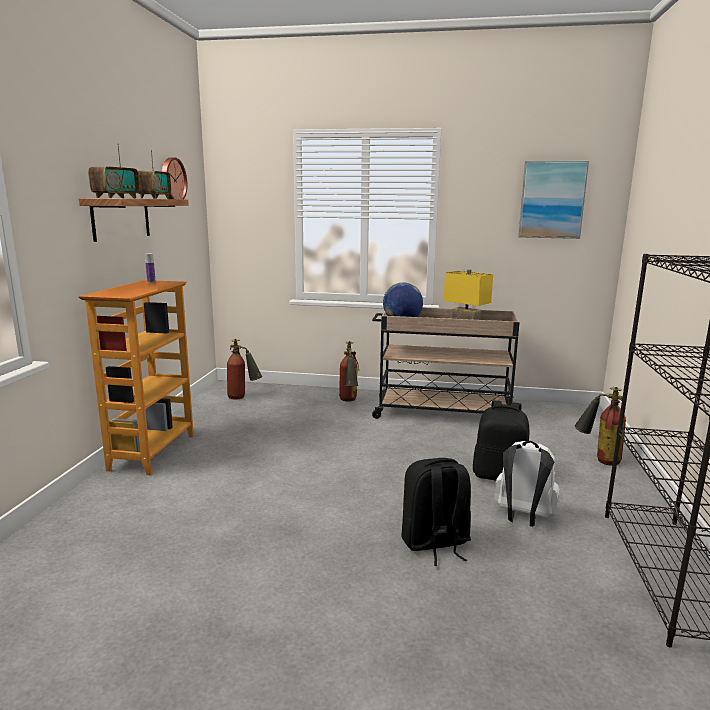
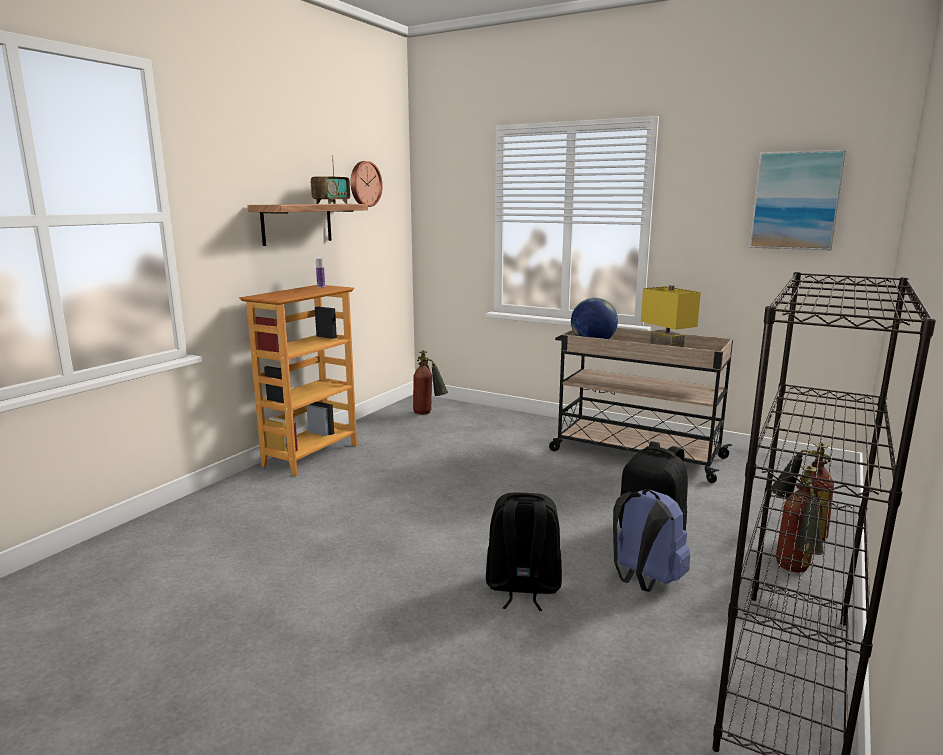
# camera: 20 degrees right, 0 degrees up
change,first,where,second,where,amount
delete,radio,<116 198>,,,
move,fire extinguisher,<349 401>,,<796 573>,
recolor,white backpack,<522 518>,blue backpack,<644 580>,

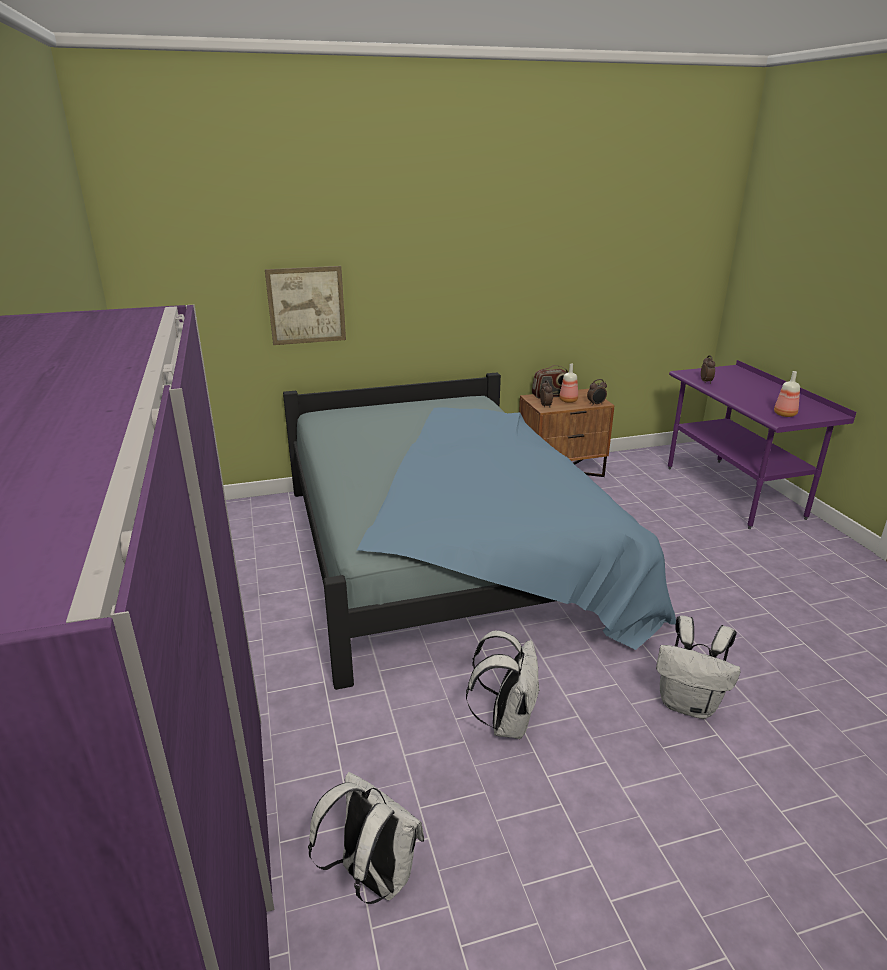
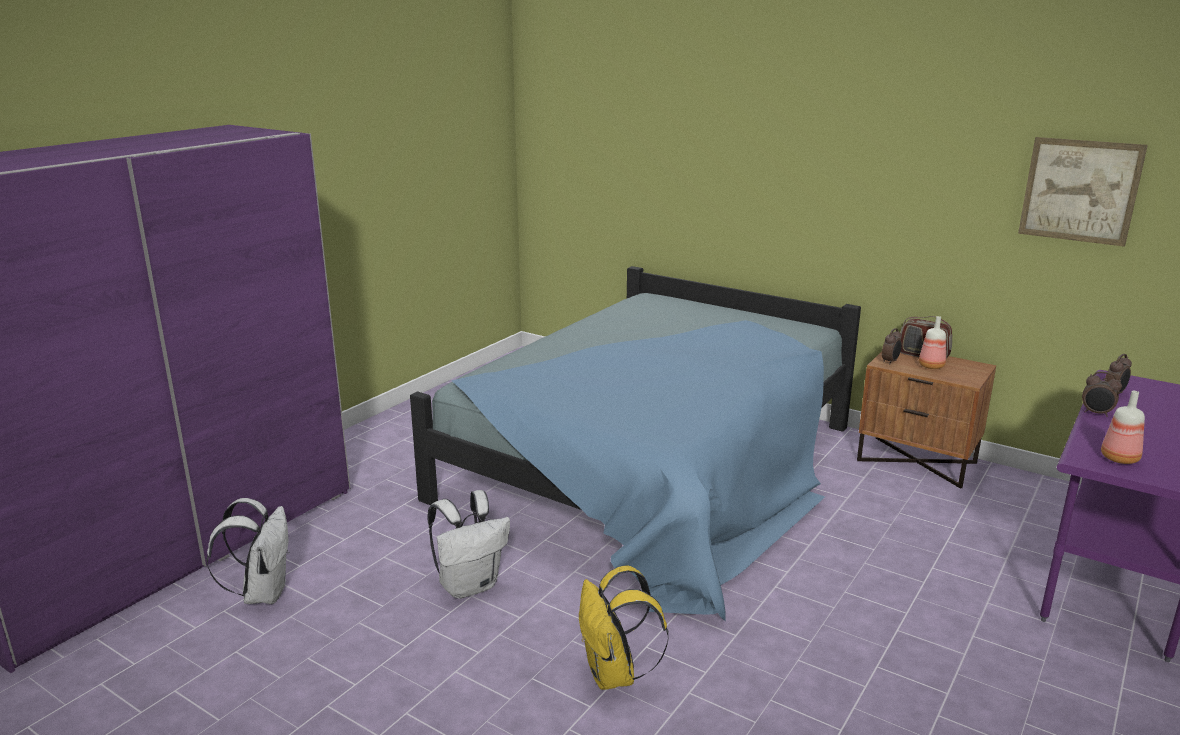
# camera: 50 degrees right, 5 degrees down
change,first,where,second,where,amount
move,picture,<306 305>,,<1080 191>,
move,alarm clock,<596 404>,,<1096 413>,
recolor,white backpack,<689 704>,yellow backpack,<614 675>,

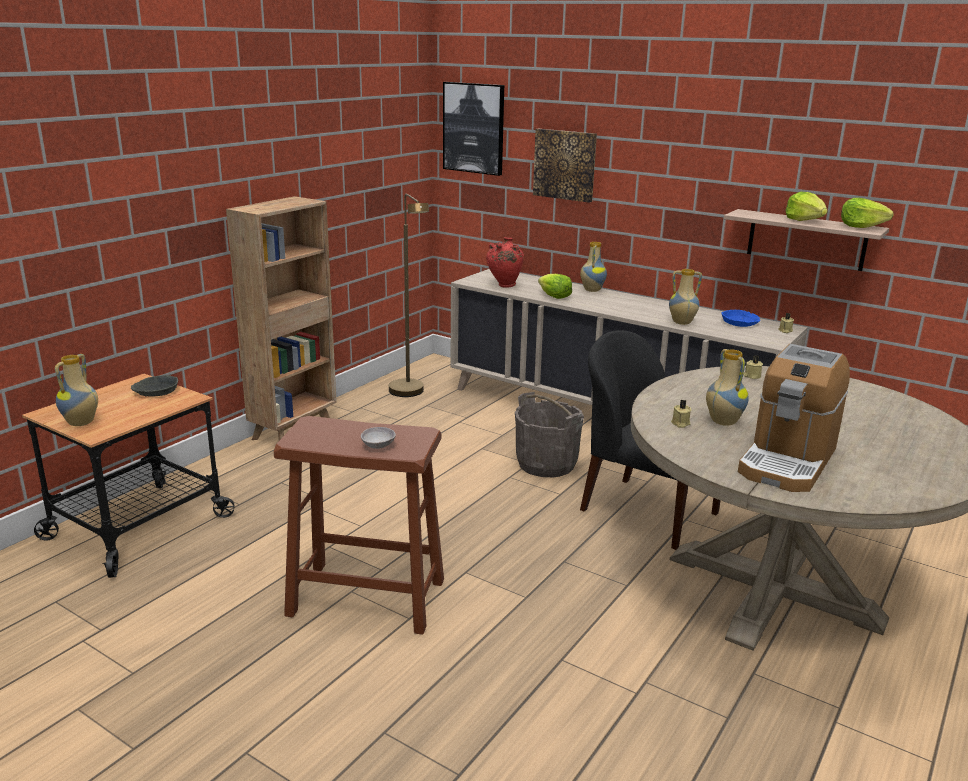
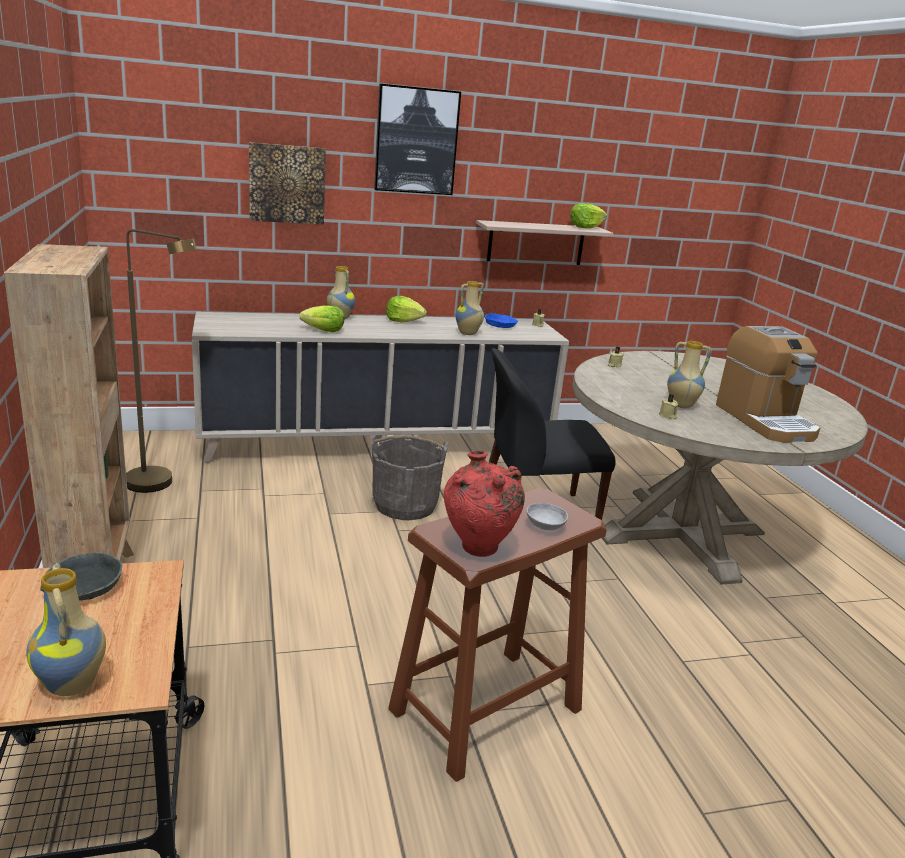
# camera: 50 degrees left, 0 degrees up
change,first,where,second,where,amount
move,picture,<474 128>,,<416 141>,
move,red vase,<504 286>,,<478 551>,
move,lettuce,<804 220>,,<404 321>,

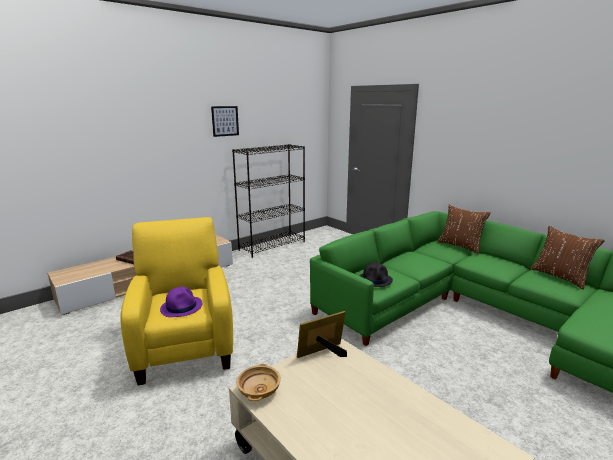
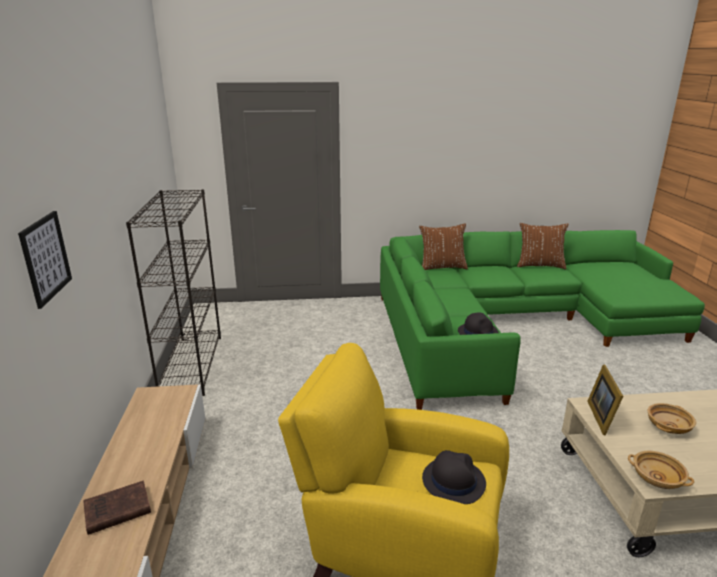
# camera: 55 degrees left, 5 degrees up
change,first,where,second,where,amount
insert,,,beige bowl,<668 426>,
move,picture,<225 121>,,<46 258>,
recolor,purple hat,<181 307>,black hat,<453 480>,

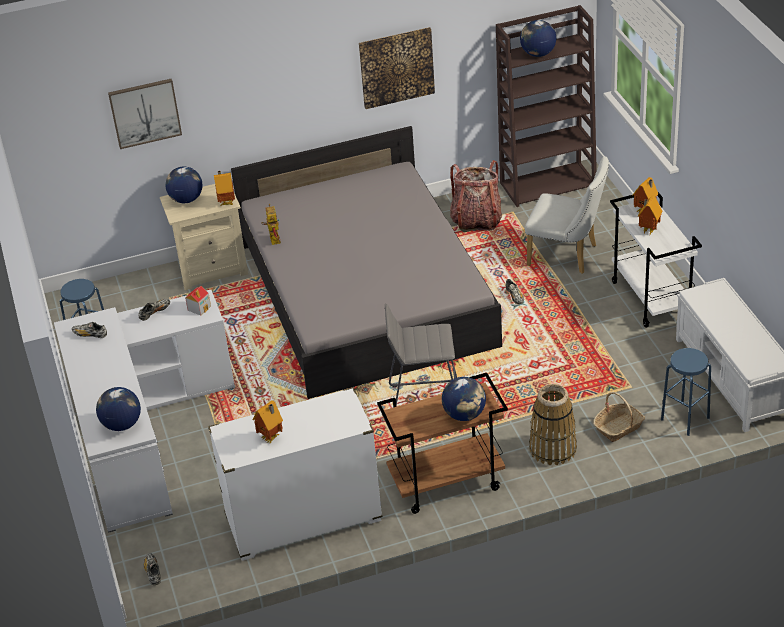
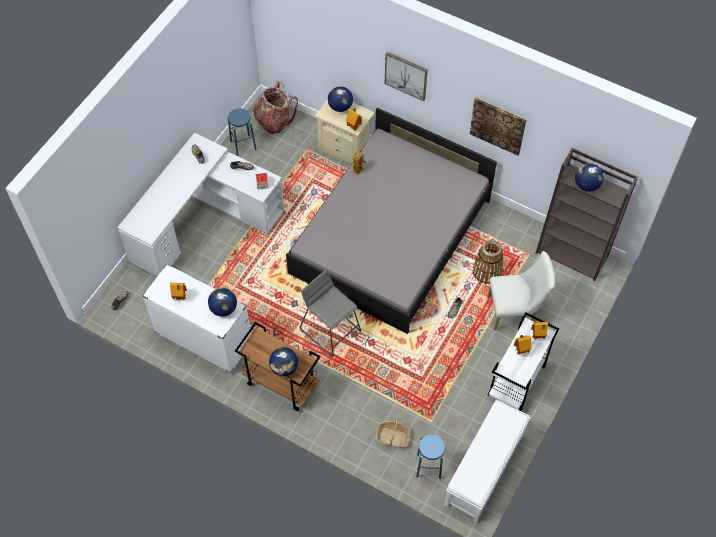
# camera: 45 degrees right, 20 degrees up
change,first,where,second,where,amount
move,globe,<121 424>,,<223 308>,
move,picture,<145 113>,,<406 75>,
move,backpack,<476 220>,,<274 121>,
move,basket,<553 449>,,<487 272>,
rotate,white chair,<567 256>,,<515 311>,75 degrees counterclockwise

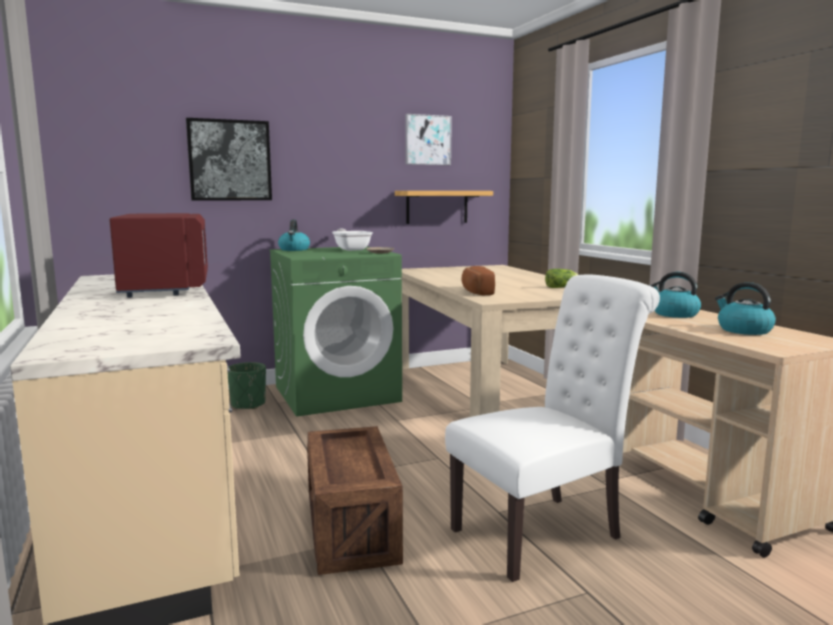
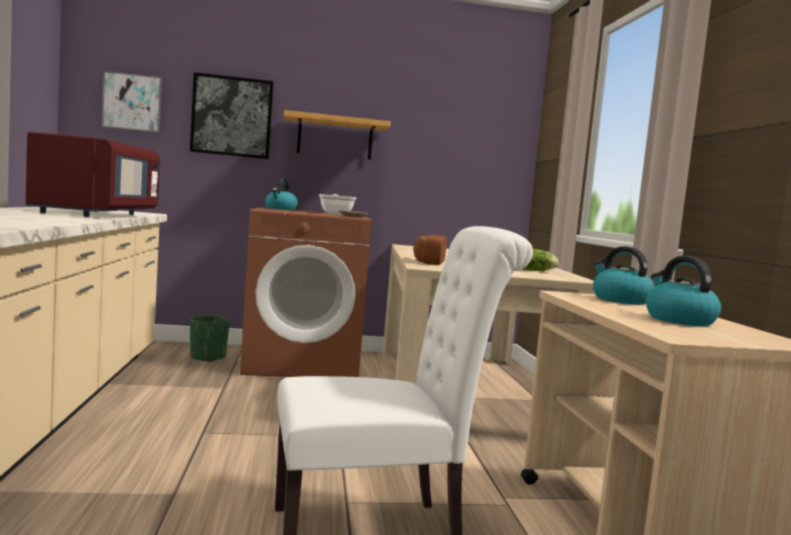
# camera: 15 degrees right, 5 degrees down
change,first,where,second,where,amount
delete,crate,<351 528>,,,
move,shelf,<437 207>,,<335 138>,
move,picture,<427 140>,,<132 102>,
recolor,green washing machine,<337 393>,brown washing machine,<302 363>,

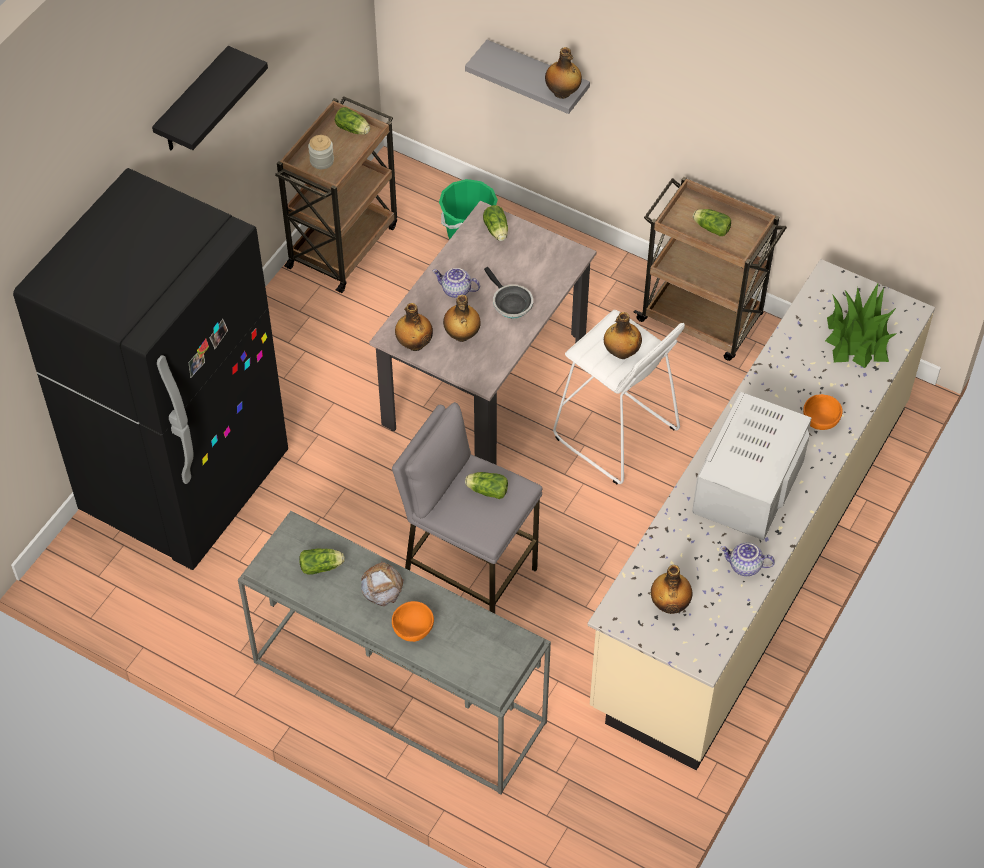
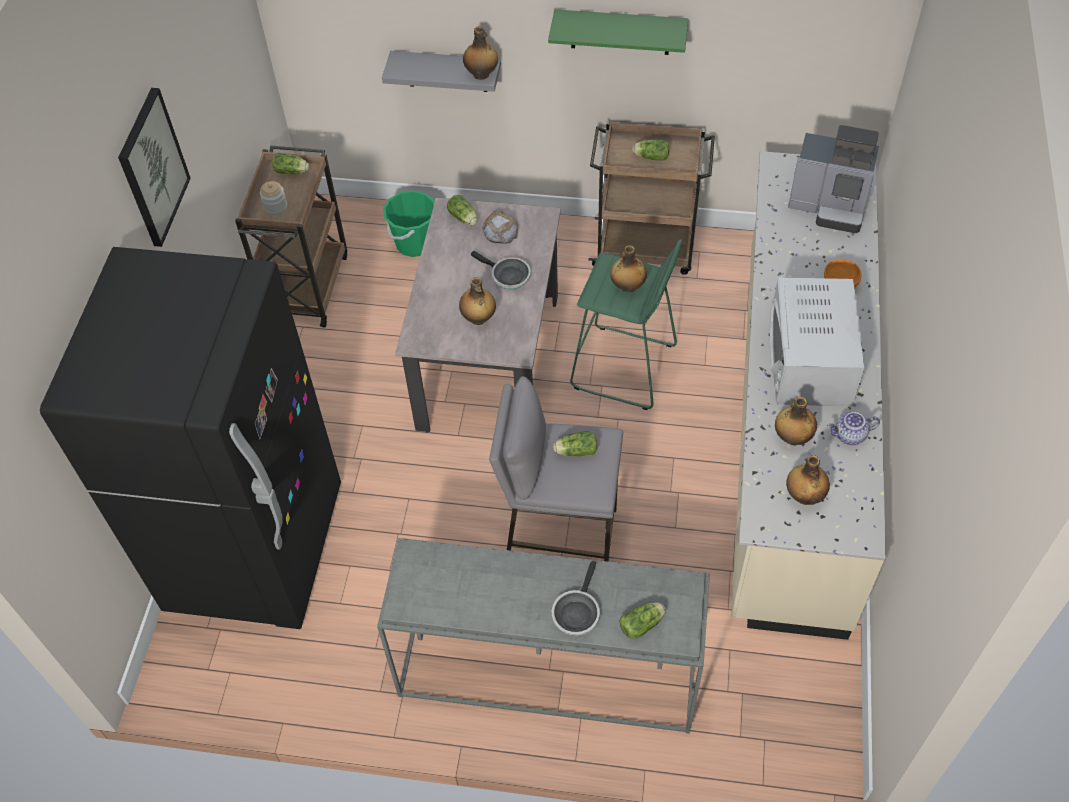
# camera: 20 degrees left, 0 degrees up
change,first,where,second,where,amount
delete,teapot,<456 290>,,,
insert,,,green shelf,<620 32>,
move,lettuce,<322 566>,,<643 624>,
move,bread,<381 586>,,<500 230>,
move,bottle,<414 344>,,<792 437>,
replace,black shelf,<193 103>,picture,<152 168>,
replace,orange bowl,<412 630>,frying pan,<576 612>,
replace,potted plant,<858 339>,coffee machine,<830 206>,
recolor,white stool,<615 434>,green stool,<623 367>,

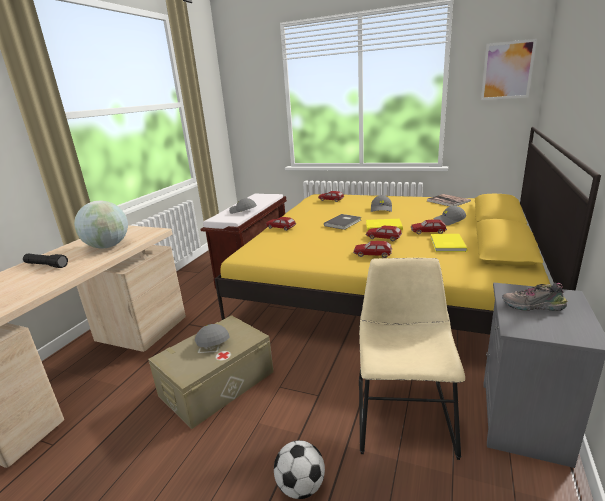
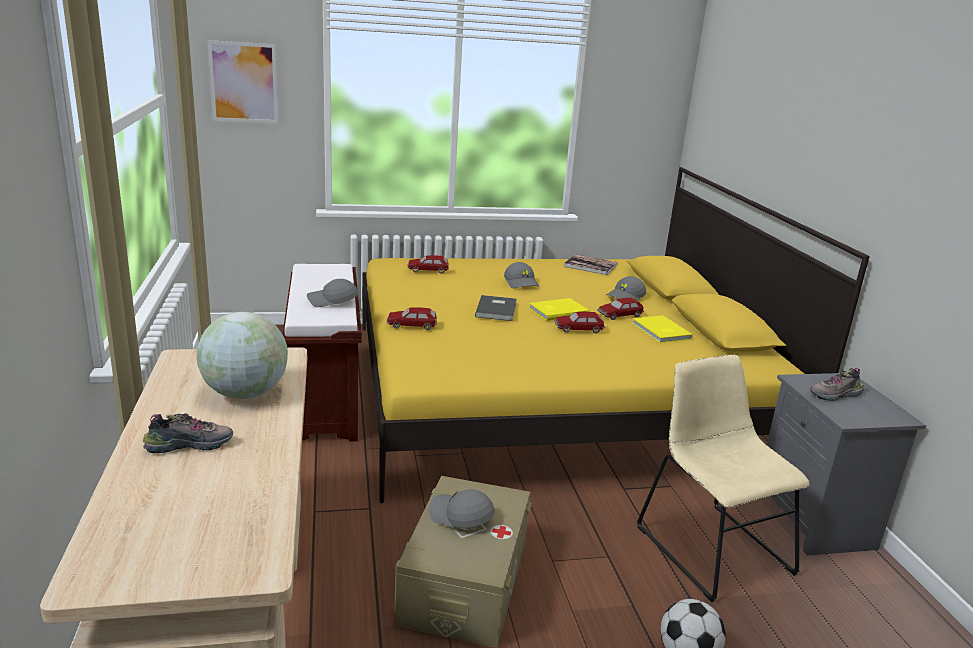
# camera: 35 degrees left, 0 degrees up
change,first,where,second,where,amount
delete,toy car,<372 254>,,,
move,picture,<507 70>,,<244 82>,
replace,black flashlight,<46 265>,shoe,<190 445>,

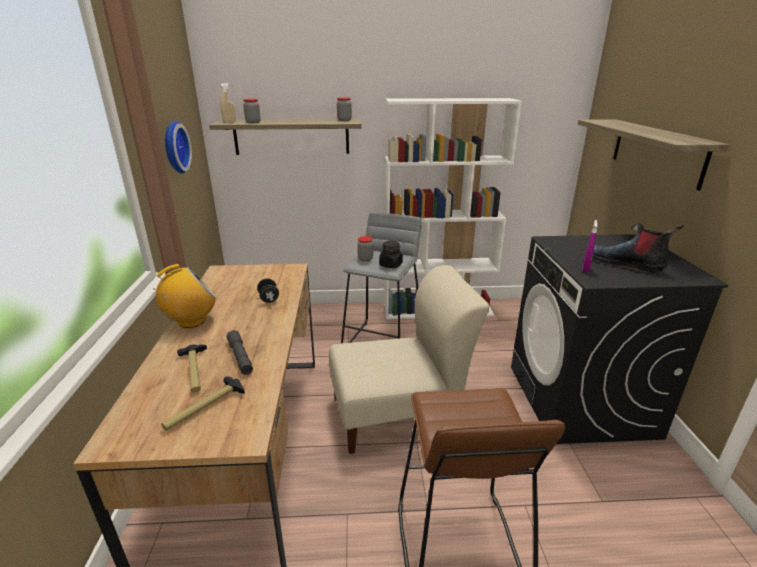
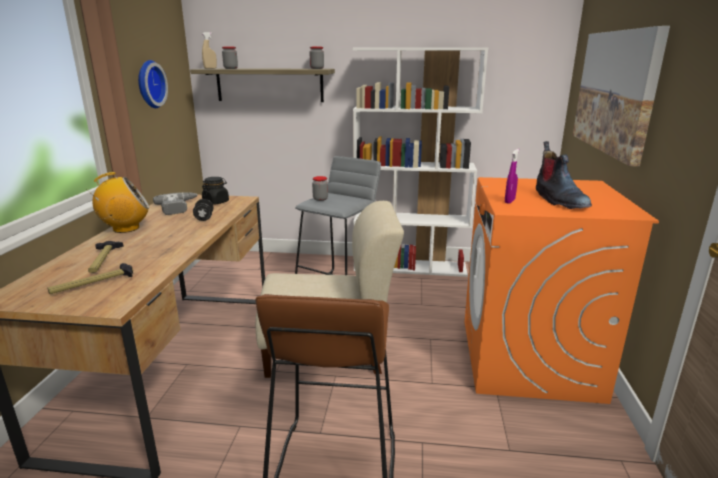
# camera: 10 degrees right, 5 degrees down
change,first,where,second,where,amount
delete,grey flashlight,<240 357>,,,
insert,,,power drill,<179 207>,
move,black jar,<390 265>,,<216 202>,
replace,shelf,<656 151>,picture,<616 92>,
recolor,black washing machine,<580 400>,orange washing machine,<528 358>,
rotate,boot,<626 264>,,<558 200>,150 degrees counterclockwise

